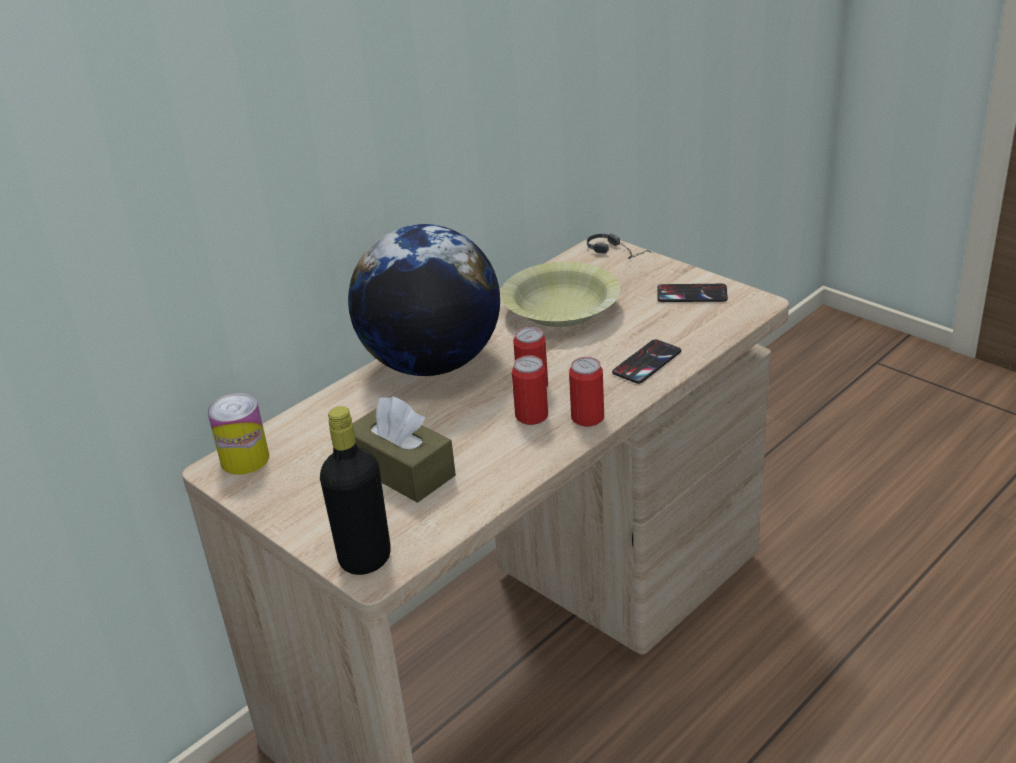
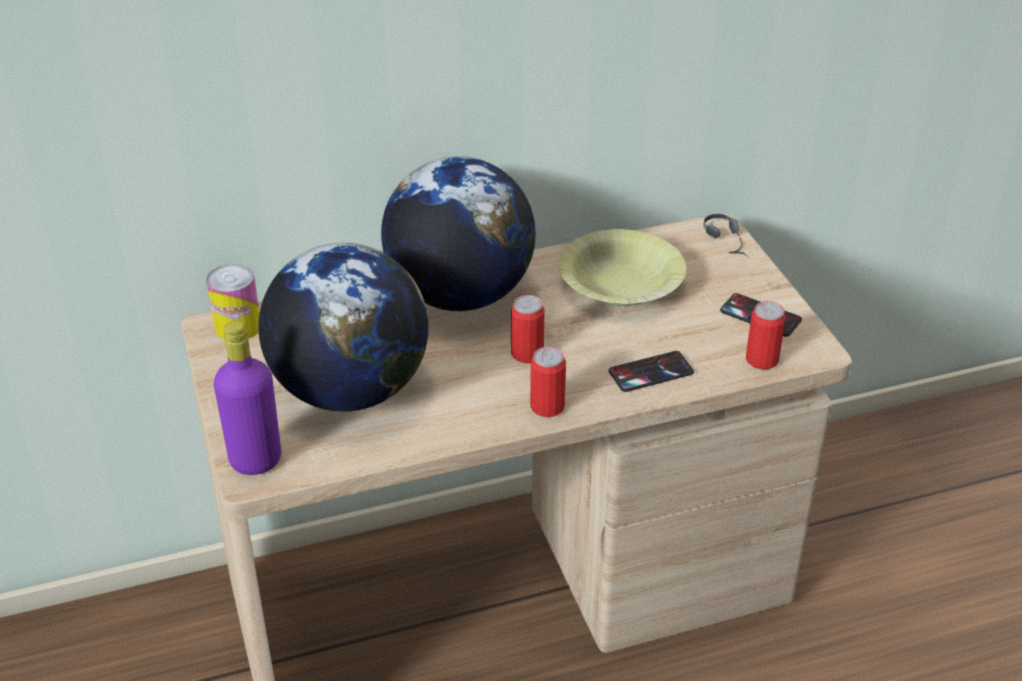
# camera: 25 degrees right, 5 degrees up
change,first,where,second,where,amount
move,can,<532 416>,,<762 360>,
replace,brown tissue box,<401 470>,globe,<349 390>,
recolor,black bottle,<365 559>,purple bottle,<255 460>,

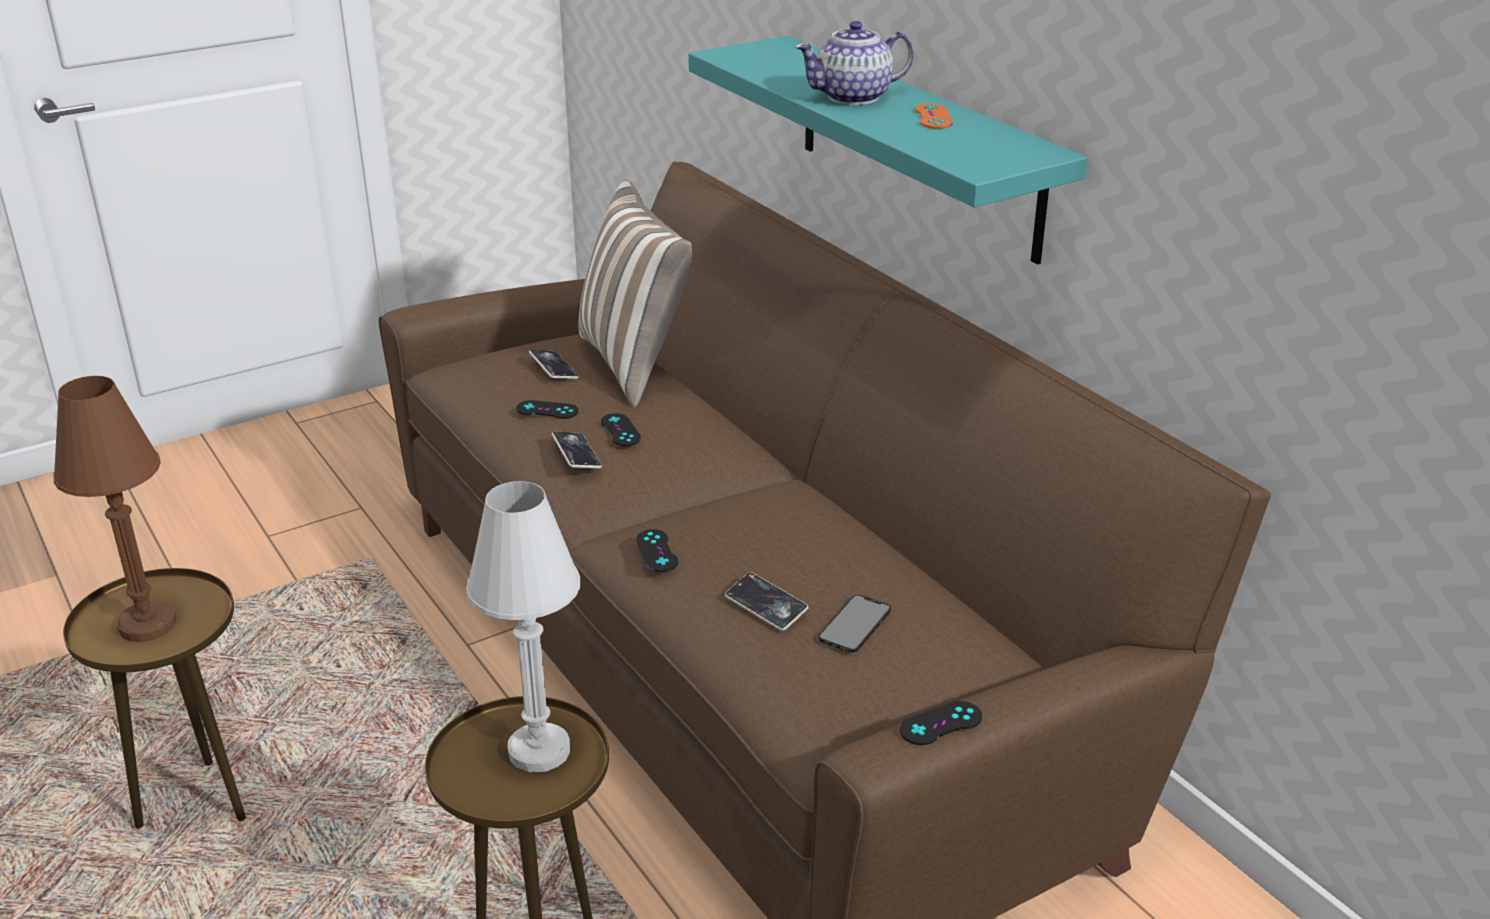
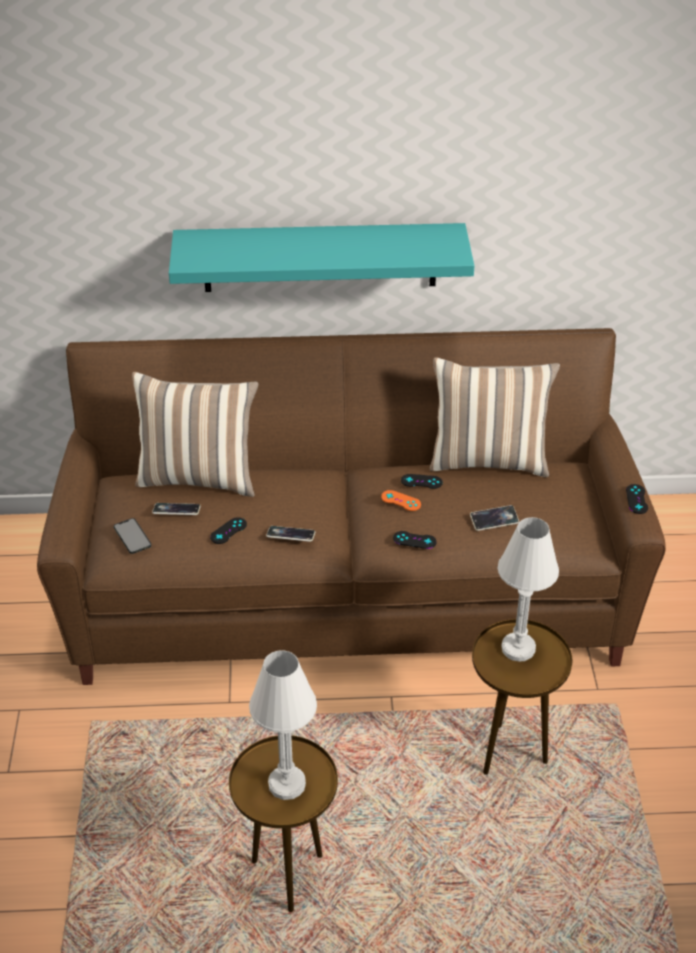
# camera: 60 degrees left, 10 degrees up
change,first,where,second,where,amount
delete,teapot,<854 97>,,,
insert,,,pillow,<488 460>,
move,black game controller,<620 430>,,<421 481>,
move,phone,<855 624>,,<132 536>,
move,orange game controller,<933 117>,,<401 501>,
recolor,brown table lamp,<147 625>,white table lamp,<287 784>,

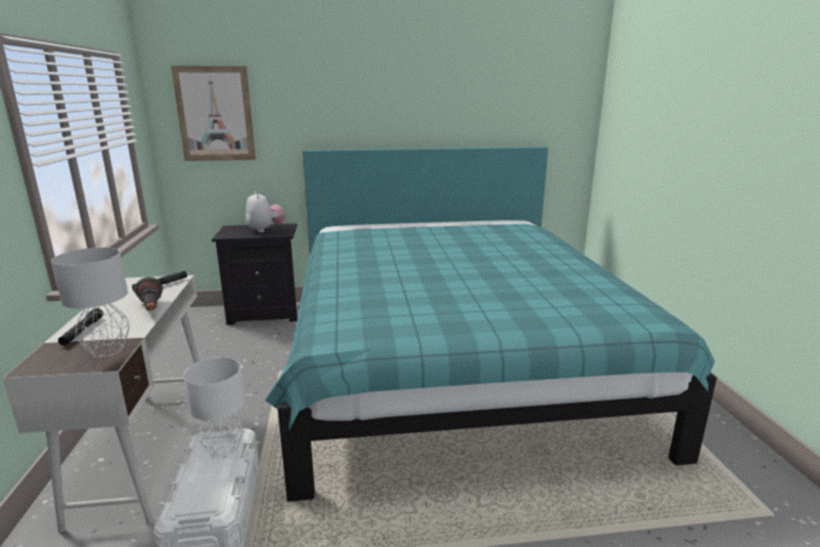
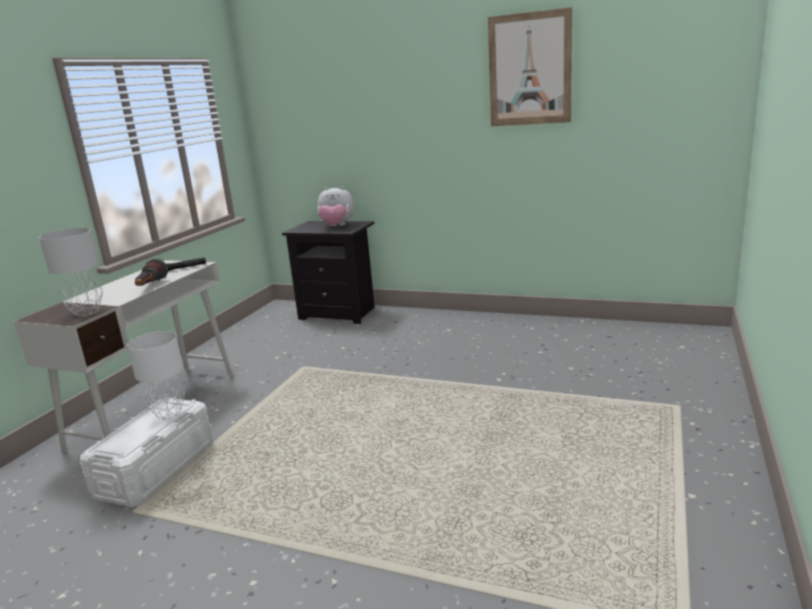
# camera: 30 degrees right, 0 degrees up
change,first,where,second,where,amount
delete,black flashlight,<82 331>,,,
delete,turquoise bed,<451 362>,,,
move,picture,<215 114>,,<529 69>,
rotate,plush toy,<265 230>,,<336 226>,90 degrees clockwise

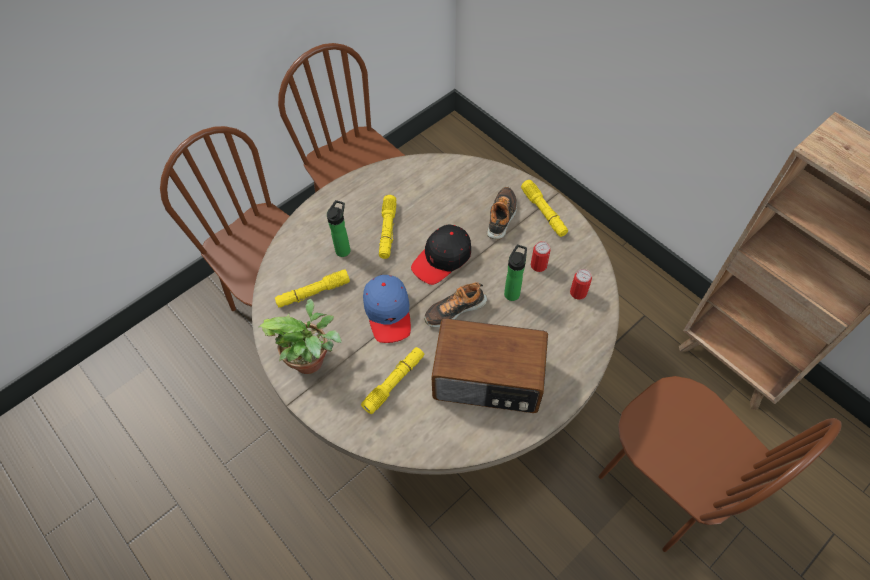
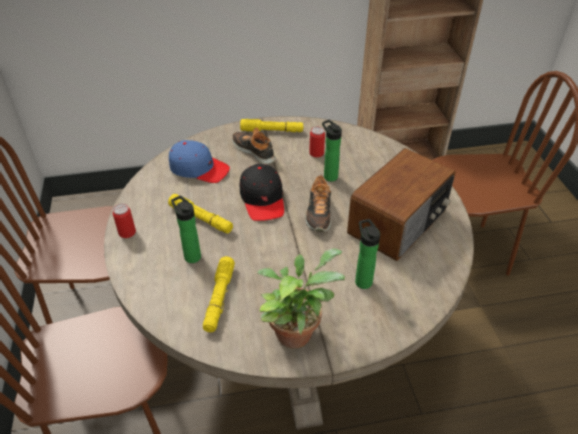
# camera: 60 degrees left, 15 degrees down
change,first,where,second,where,amount
move,blue cap,<388 312>,,<199 168>,
move,can,<578 292>,,<127 232>,
replace,yellow flashlight,<394 382>,bottle,<362 280>,

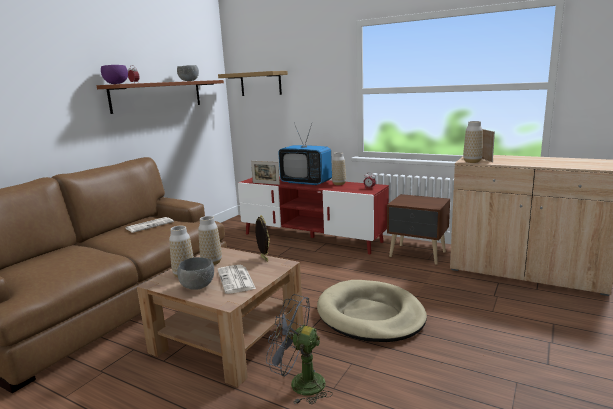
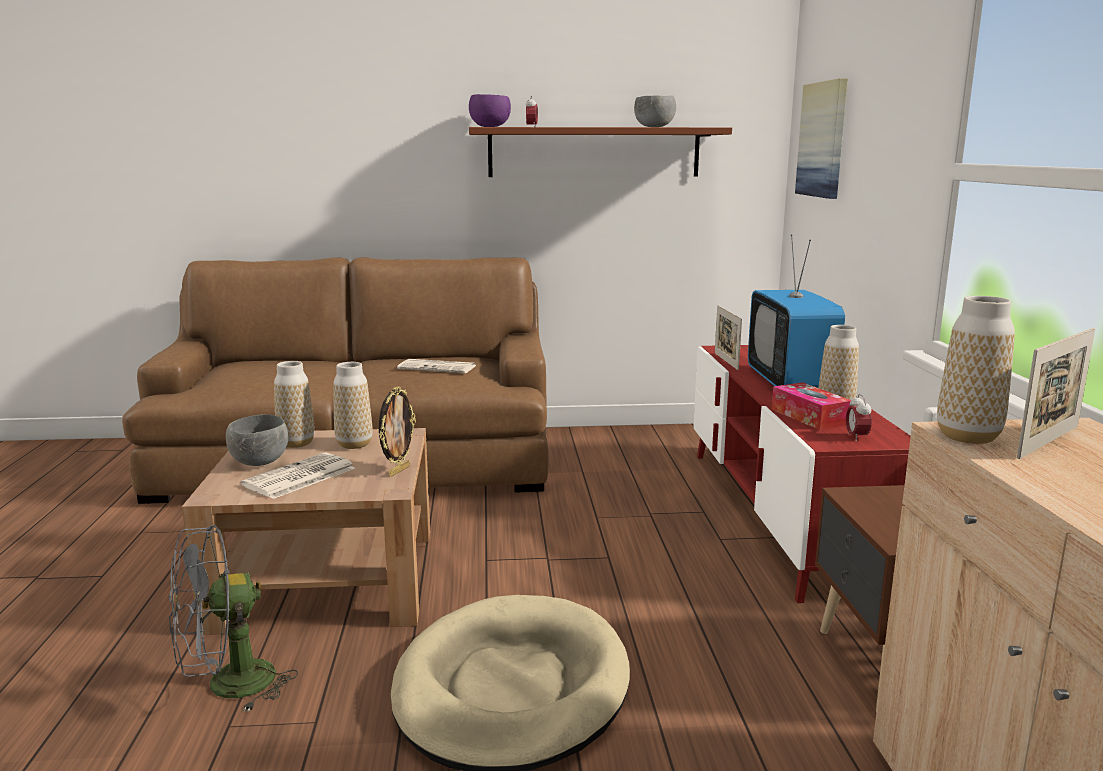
# camera: 55 degrees right, 0 degrees up
change,first,where,second,where,amount
insert,,,tissue box,<809 417>,
replace,shelf,<260 83>,picture,<823 139>,
rotate,grey fan,<299 384>,,<227 687>,105 degrees counterclockwise

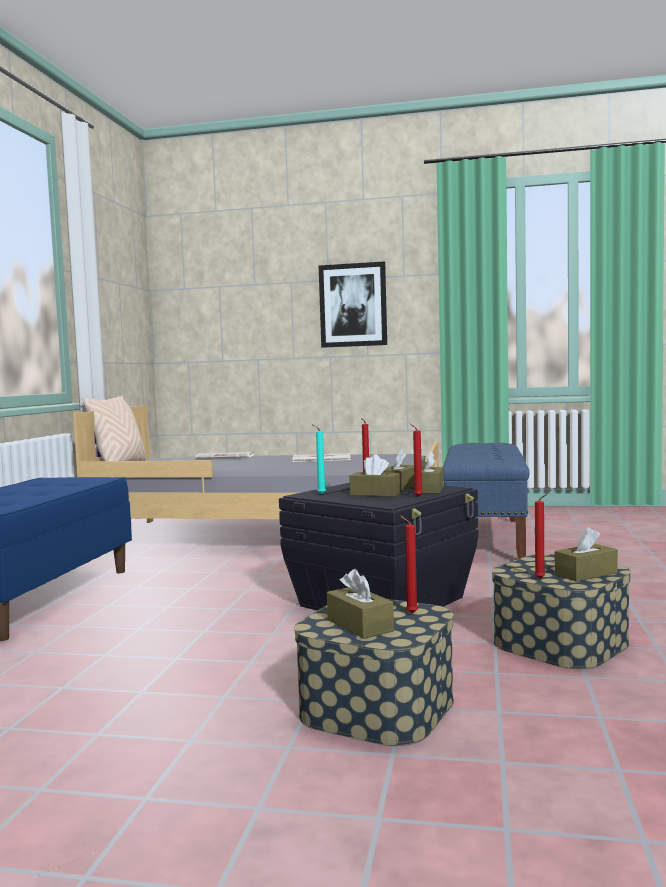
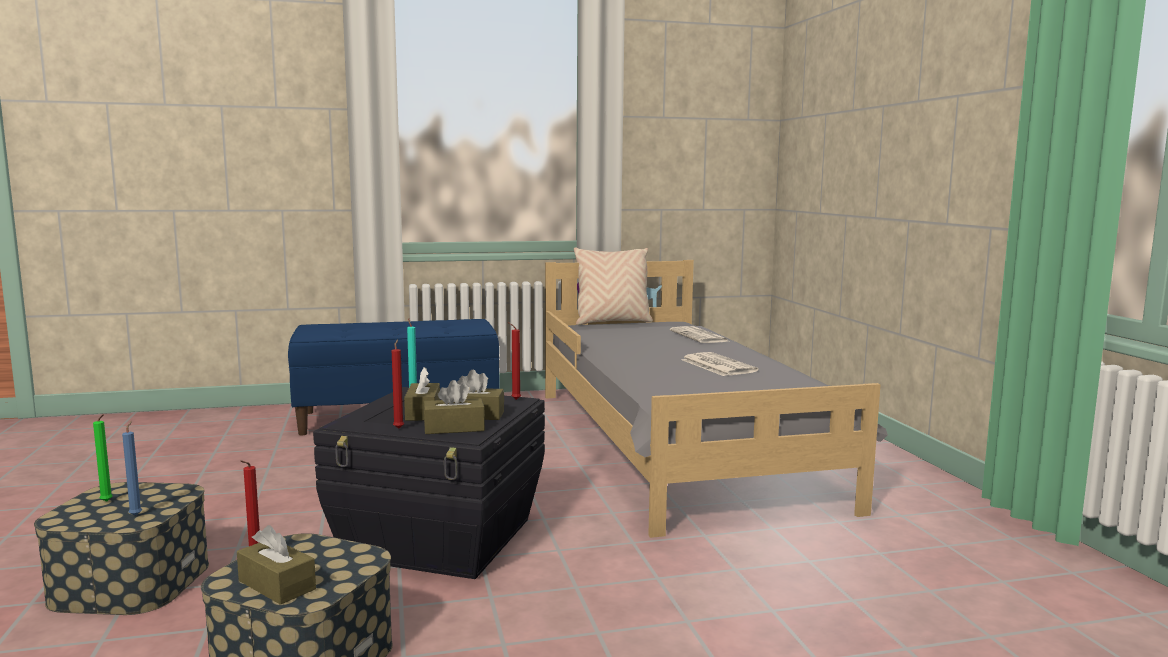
# camera: 65 degrees right, 5 degrees up
change,first,where,second,where,amount
delete,picture,<353 305>,,,
delete,blue bench,<484 539>,,,
replace,brown tissue box,<359 625>,green candle,<107 502>,
recolor,red candle,<410 613>,blue candle,<136 515>,

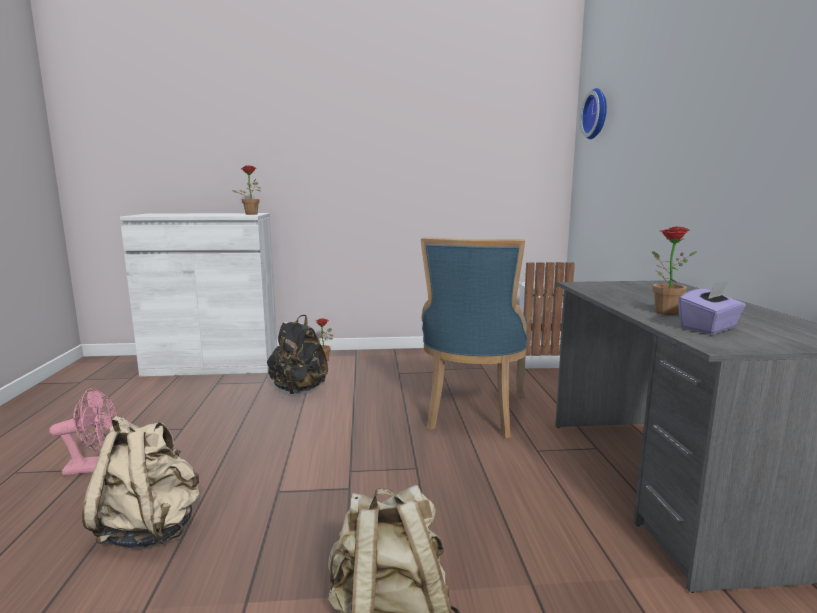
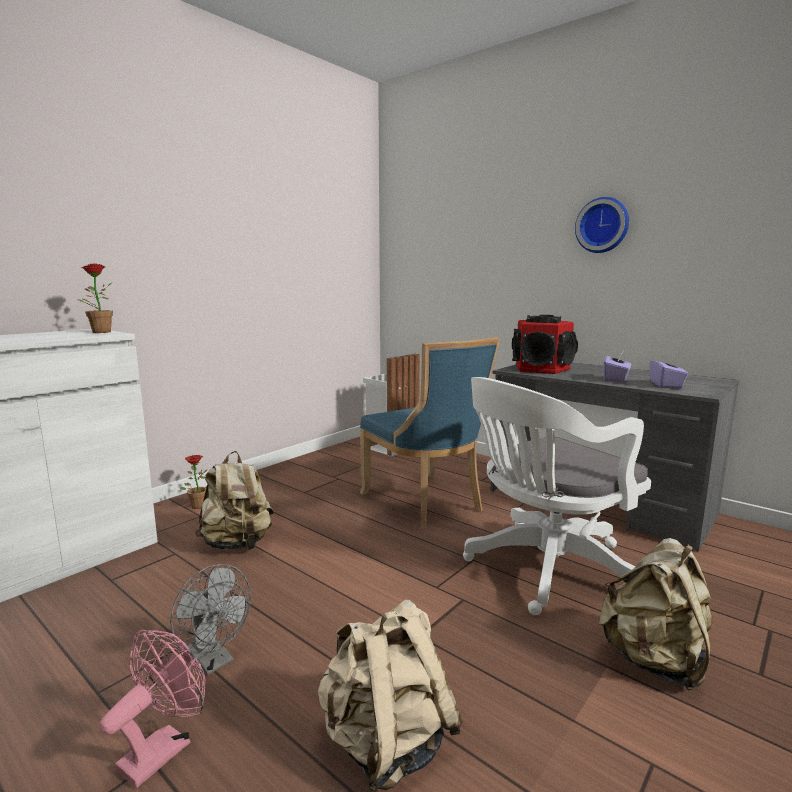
# camera: 45 degrees left, 0 degrees up
change,first,where,second,where,amount
insert,,,grey fan,<213 661>,
insert,,,white office chair,<545 570>,
insert,,,speaker,<541 369>,
move,wall clock,<597 114>,,<603 225>,
replace,potted plant,<662 311>,purple tissue box,<615 380>,
recolor,black backpack,<299 390>,beige backpack,<238 544>,

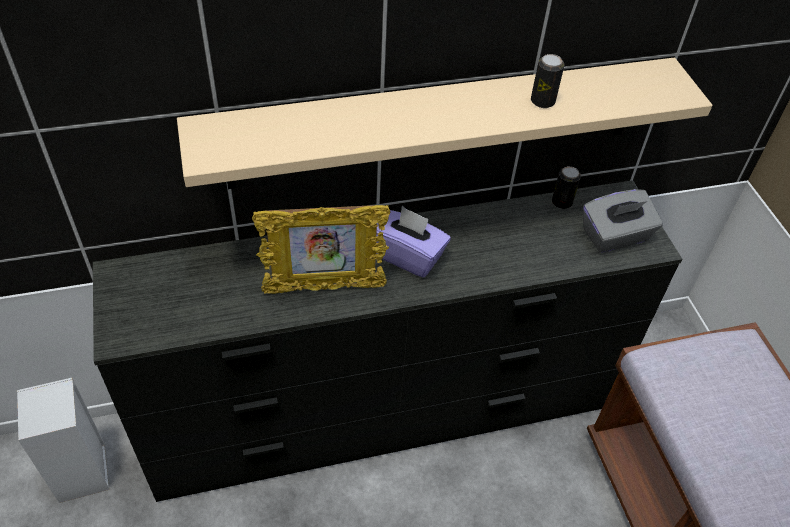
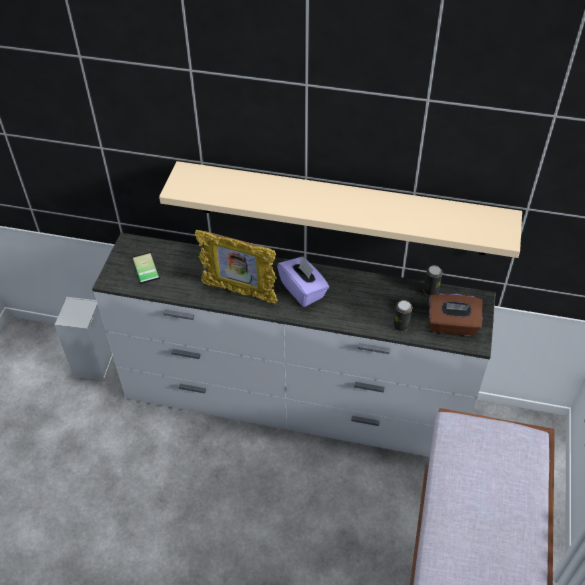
# camera: 30 degrees right, 0 degrees up
change,first,where,second,where,amount
insert,,,phone,<143 268>,
move,can,<542 101>,,<401 325>,
recolor,black dresser,<385 413>,white dresser,<294 403>,
recolor,grey tissue box,<615 236>,brown tissue box,<452 325>,

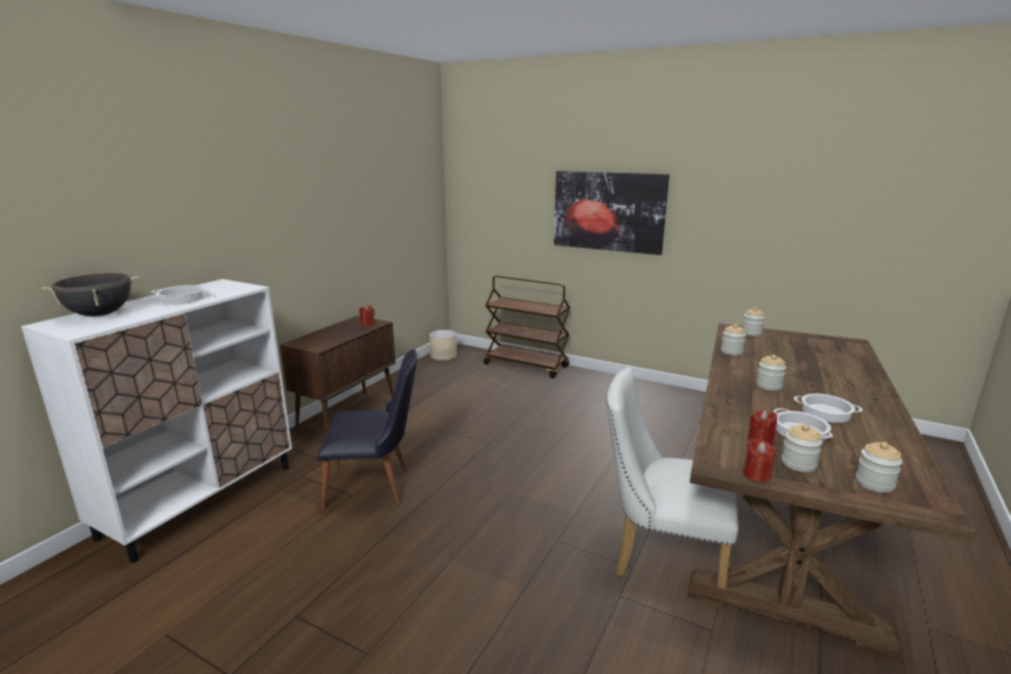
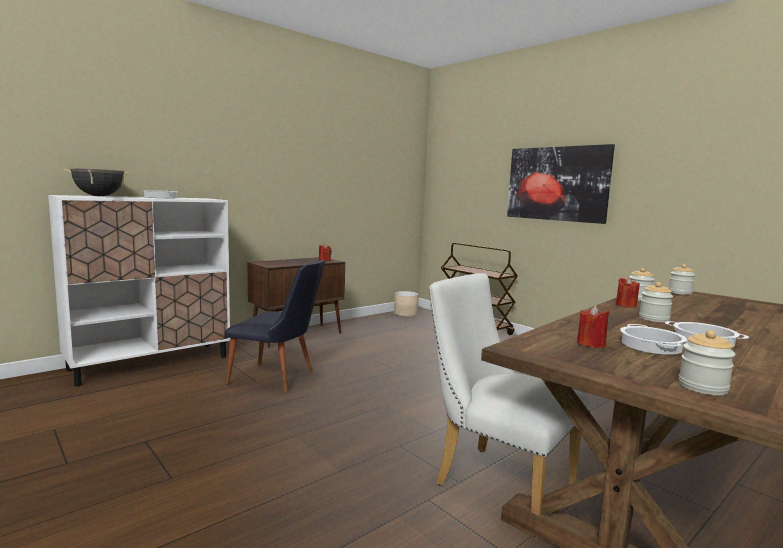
# camera: 20 degrees right, 10 degrees down
change,first,where,second,where,amount
delete,jar,<798 464>,,,
move,red candle,<756 475>,,<626 305>,

